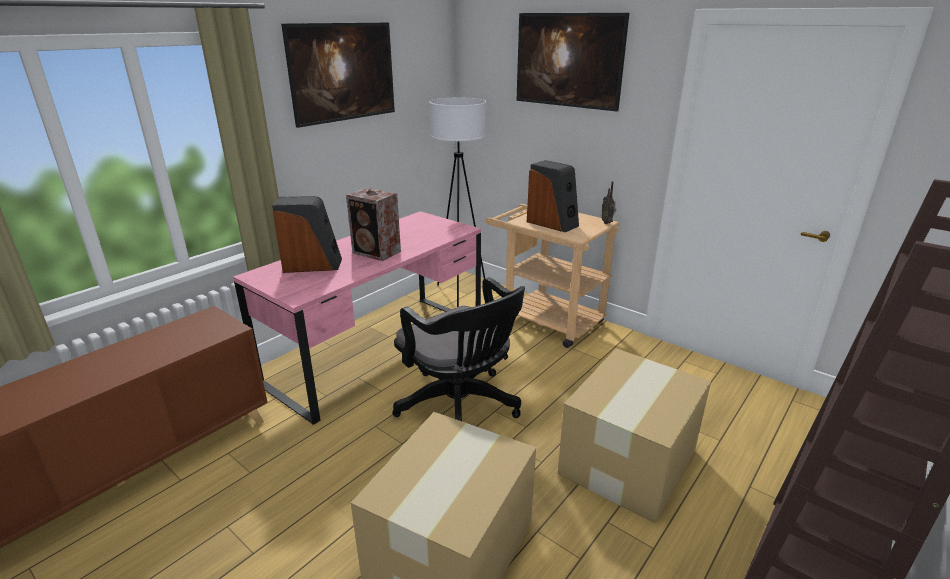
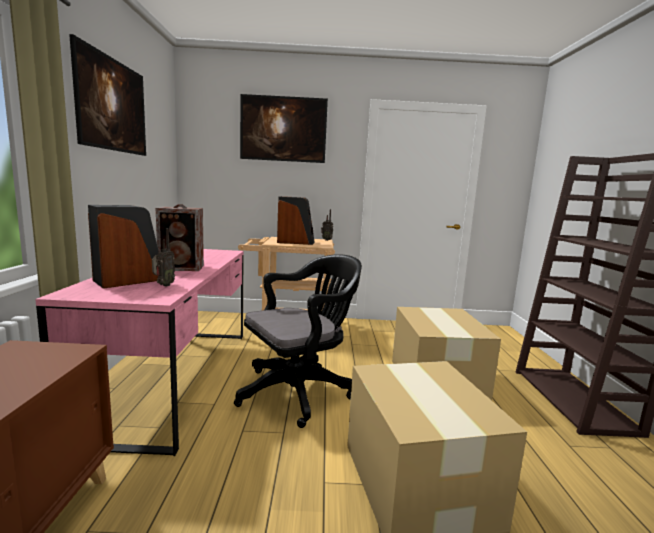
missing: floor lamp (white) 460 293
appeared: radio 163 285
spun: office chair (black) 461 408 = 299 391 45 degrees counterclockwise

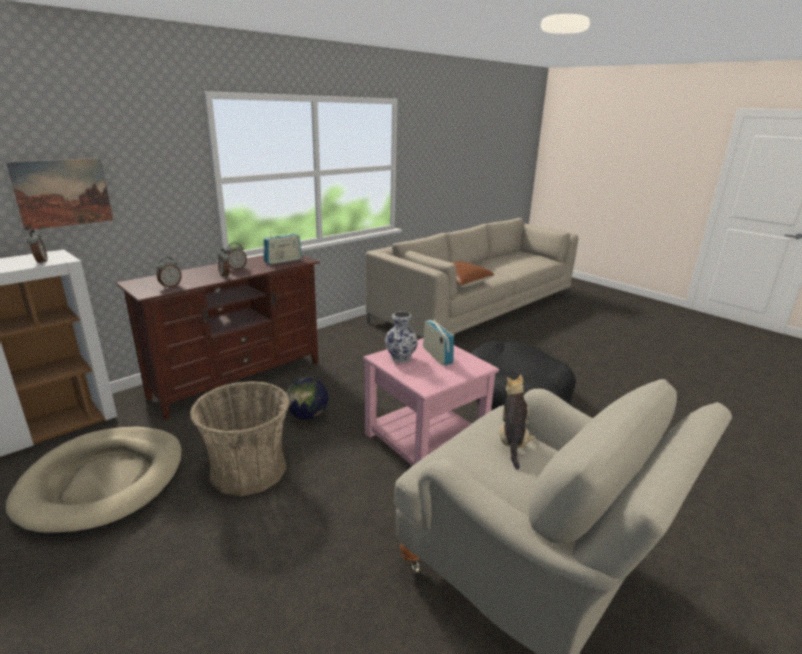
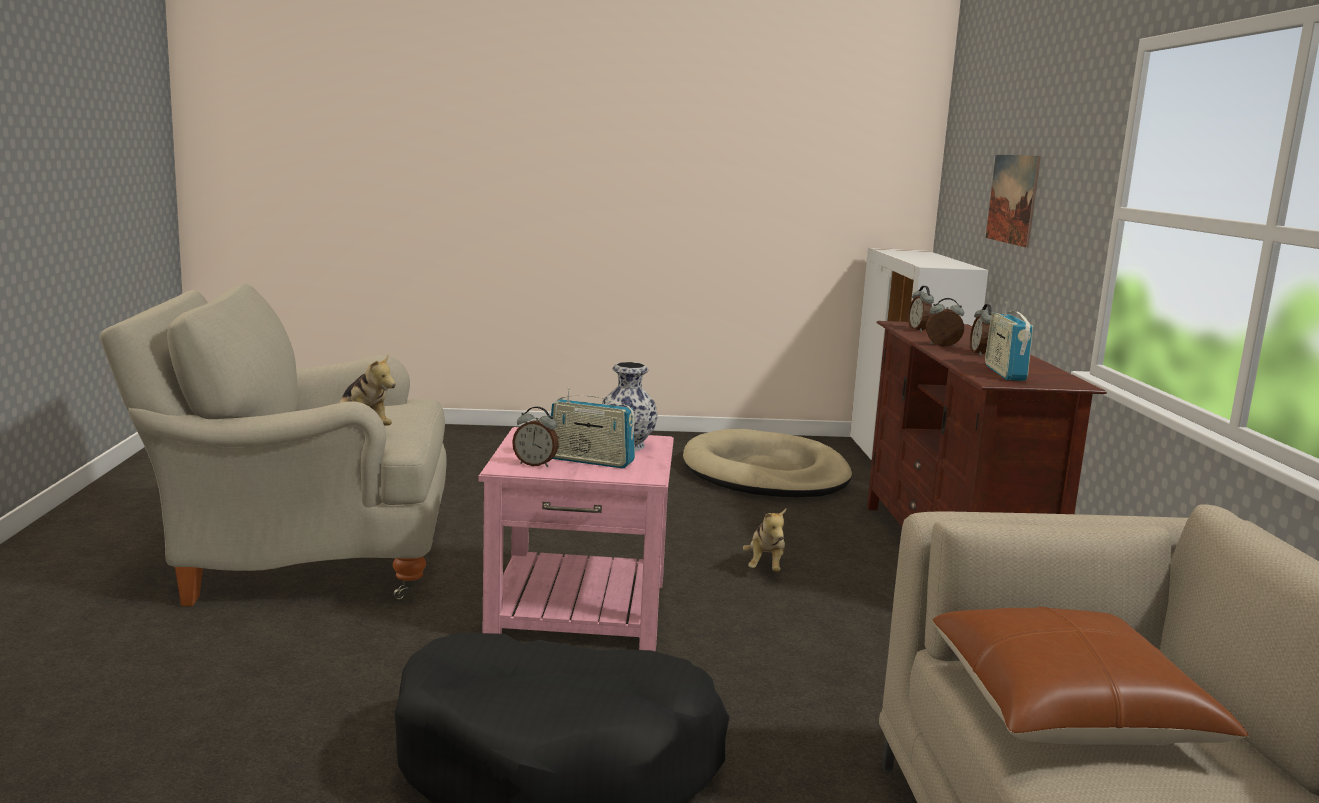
missing: basket 248 470
relocated: alarm clock 40 262 to 535 464
exchanged: globe 307 416 to plush toy 765 567

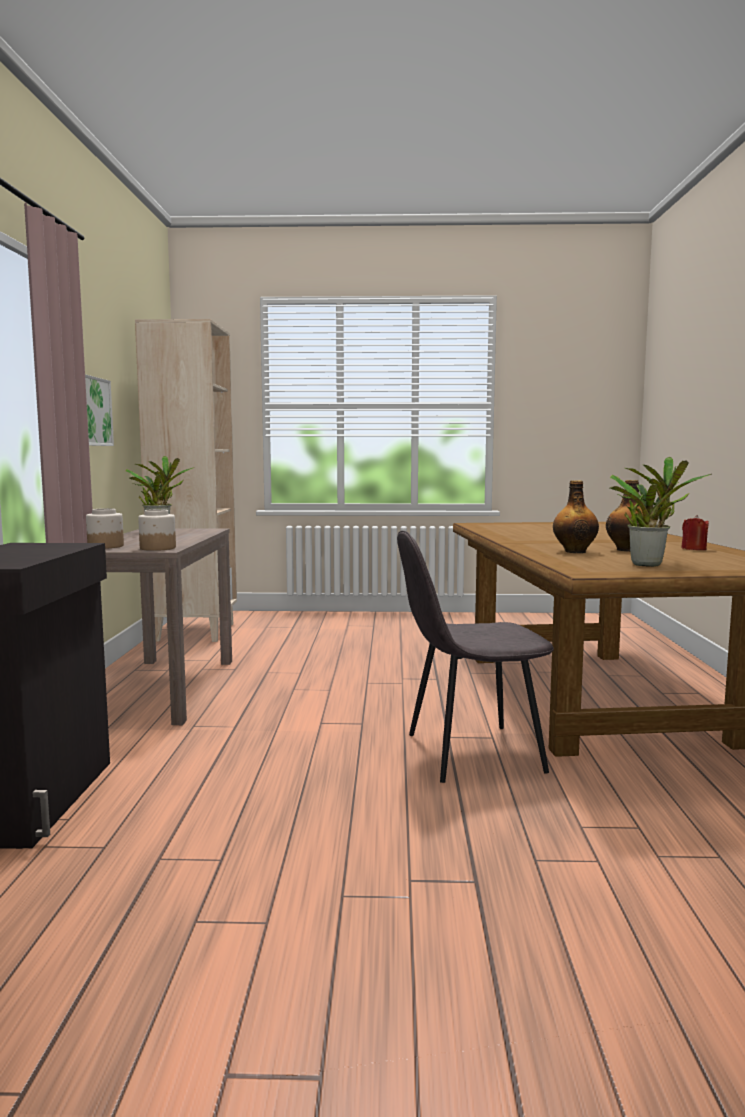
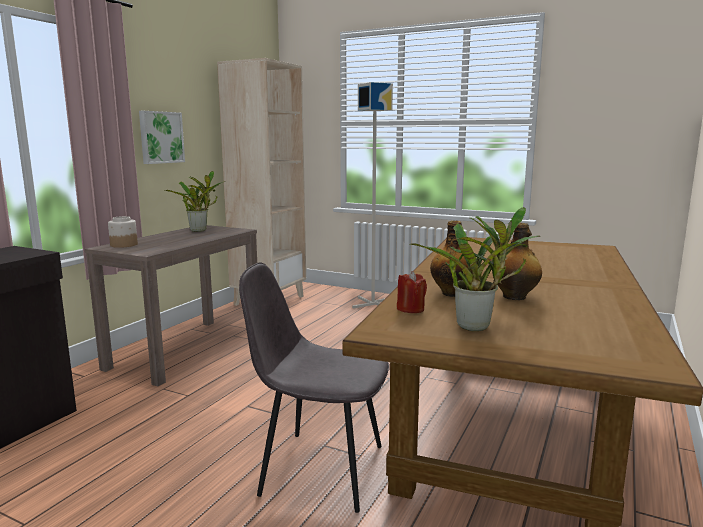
missing: jar 157 548
appeared: floor lamp (grey) 373 303
relocated: candle (red) 693 549 to 410 309

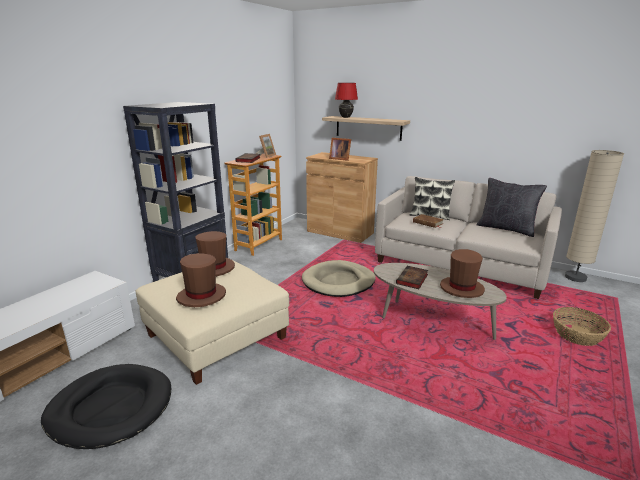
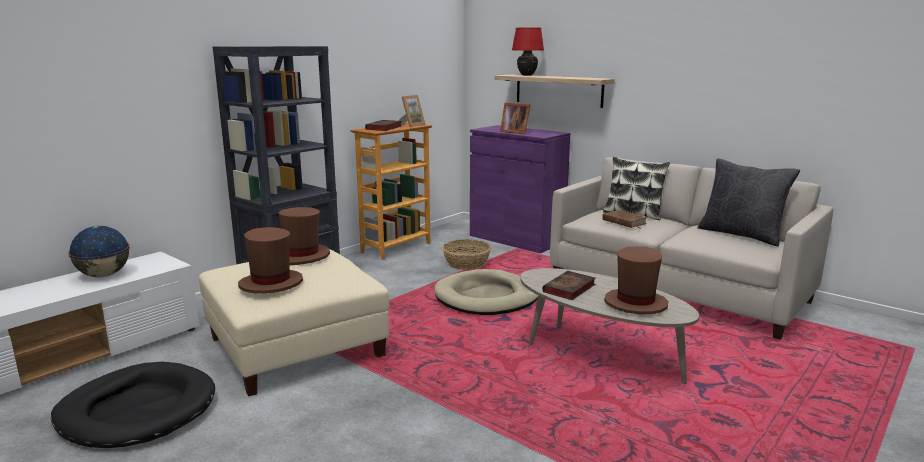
missing: floor lamp (beige) 575 277
appeared: globe 104 275
relocated: basket 577 335 to 466 263
colour: cabinet (brown) 340 232 to cabinet (purple) 516 239

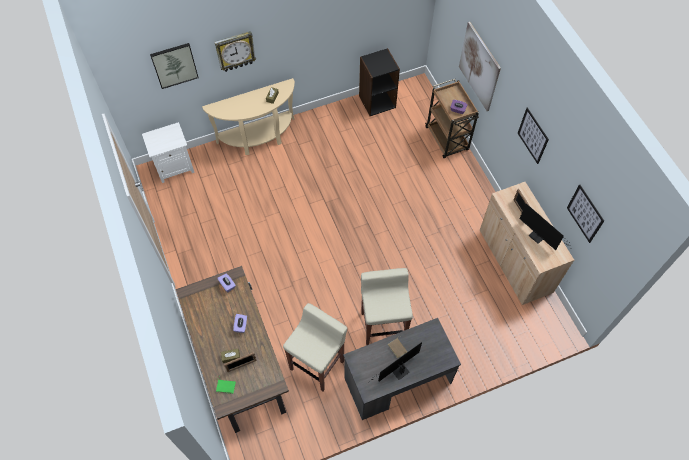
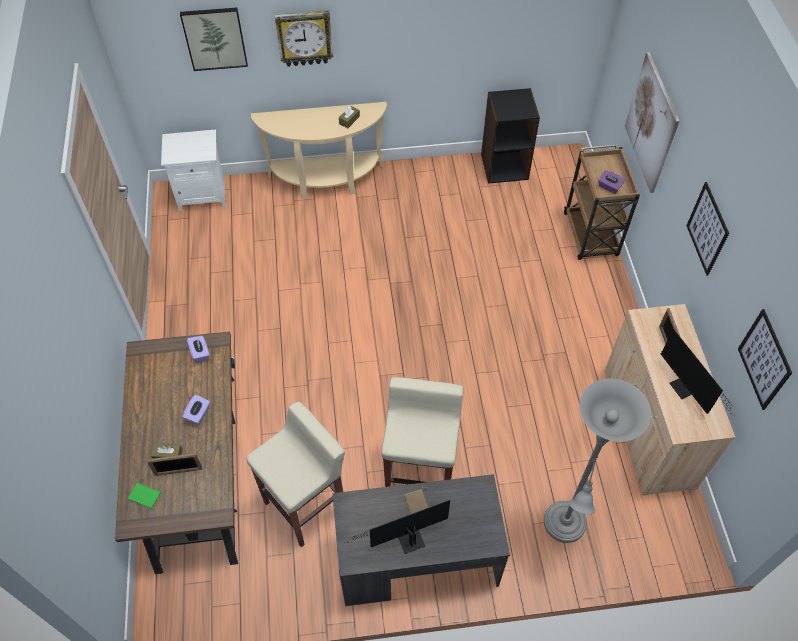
appeared: floor lamp (grey) 563 528

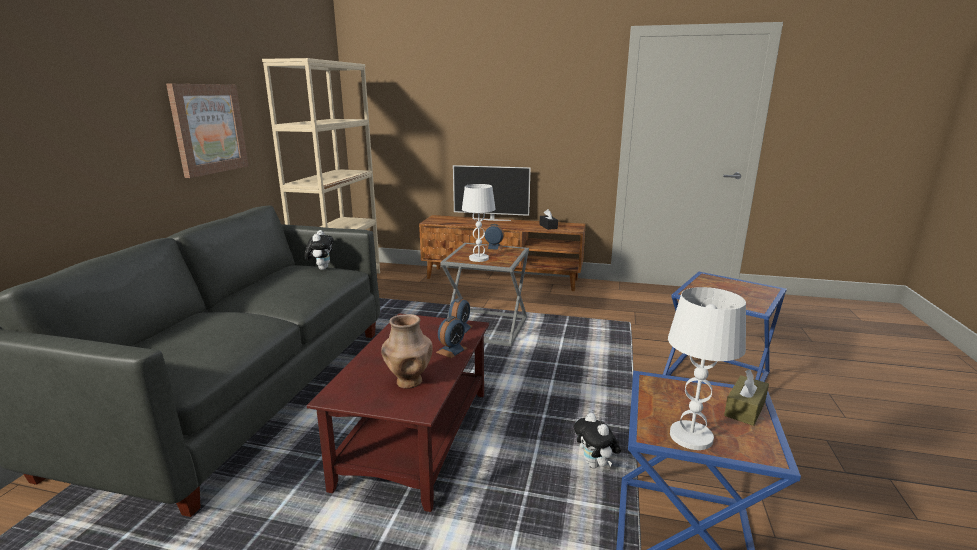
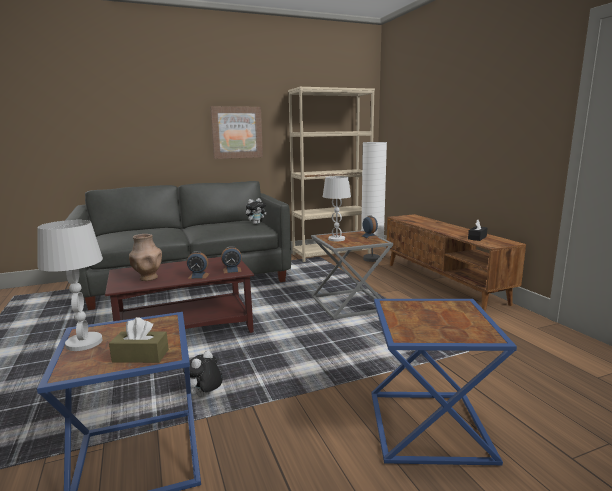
missing: television 491 219
appeared: floor lamp (white) 371 259

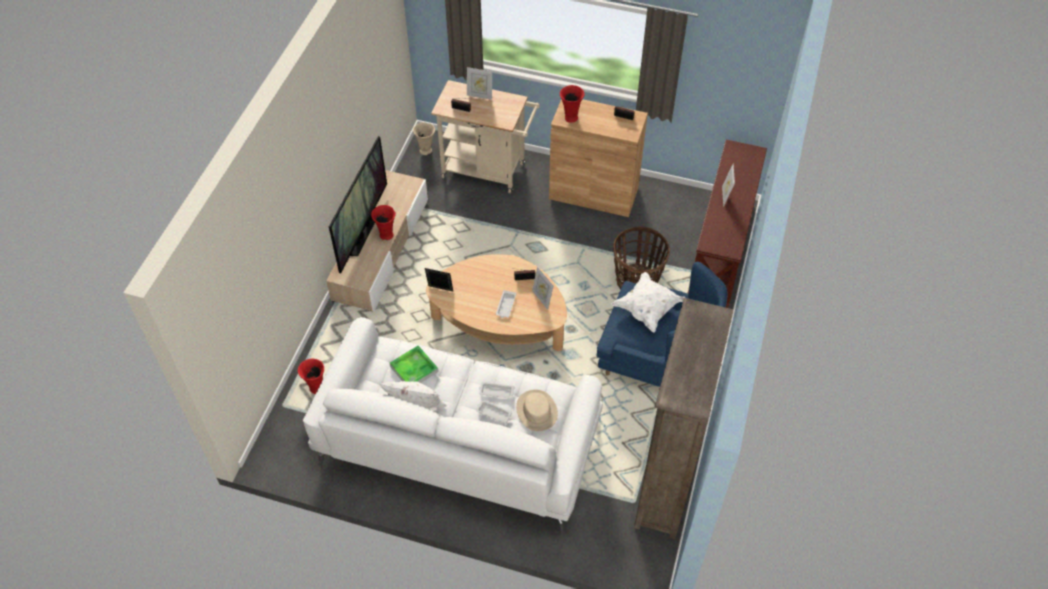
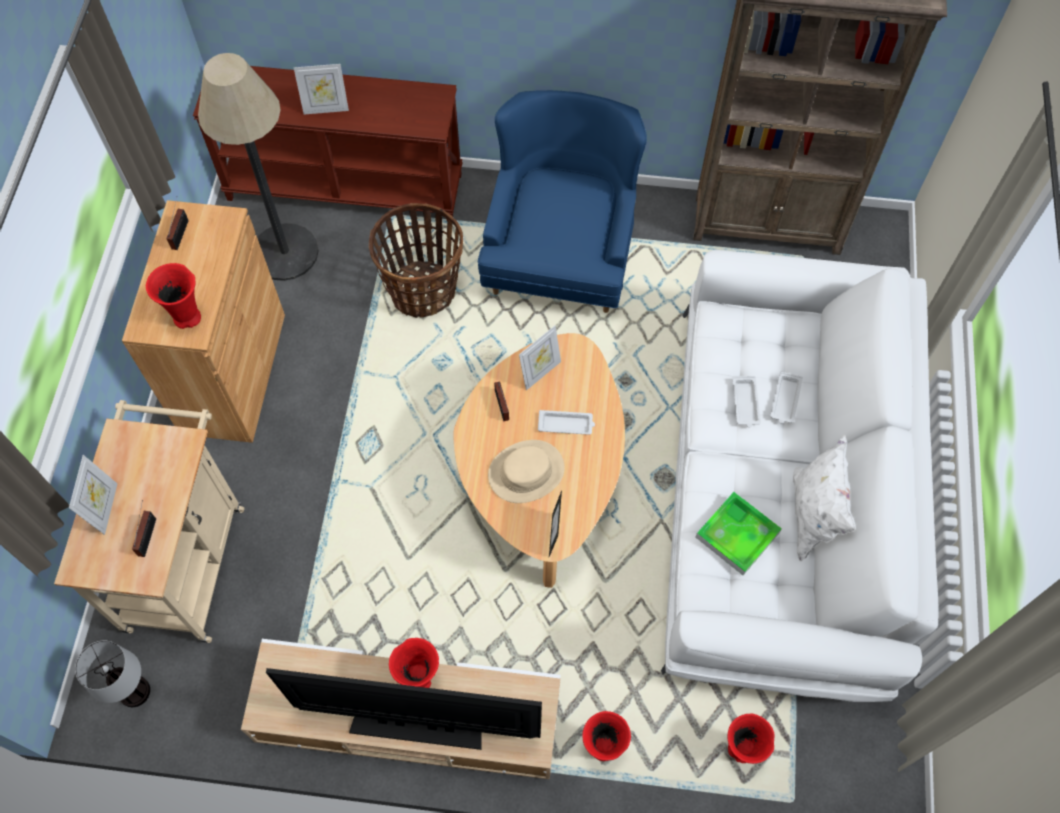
missing: pillow (white) 647 308
appeared: floor lamp 285 252; vase (red) 602 748
relocated: hat (beige) 537 411 to 526 472
exchanged: vase (beige) 426 151 to table lamp 134 691

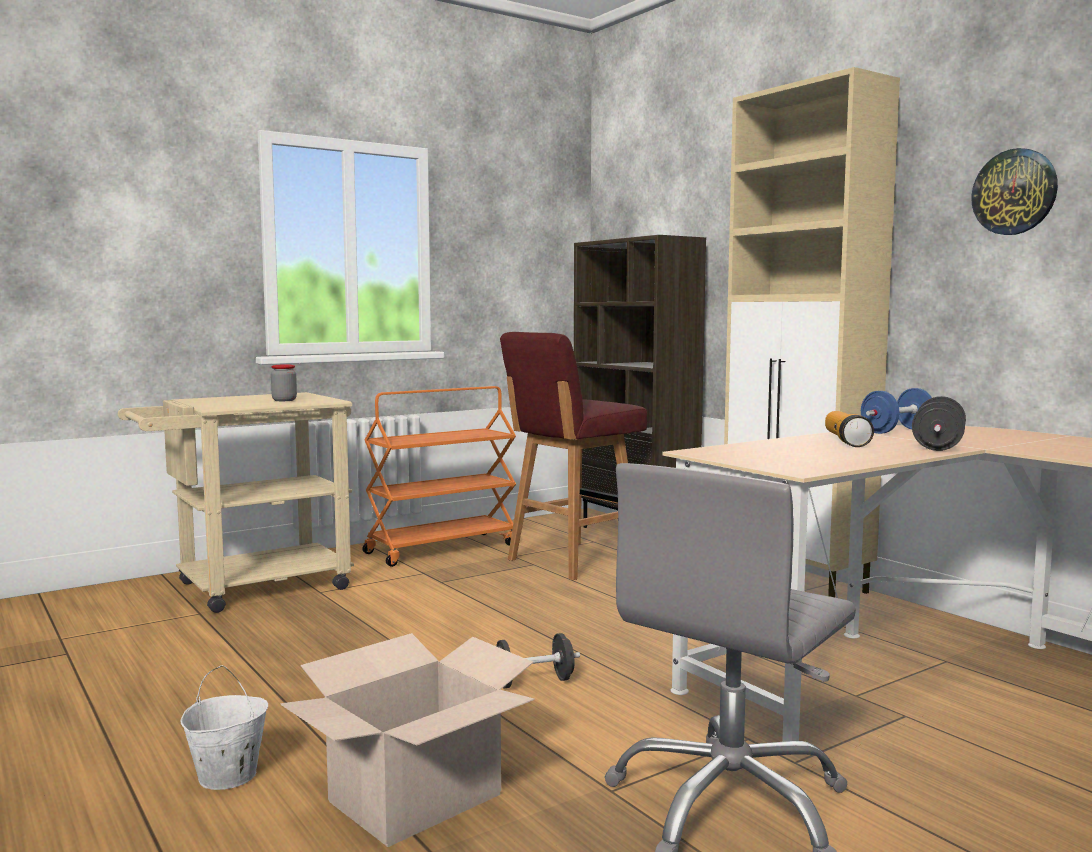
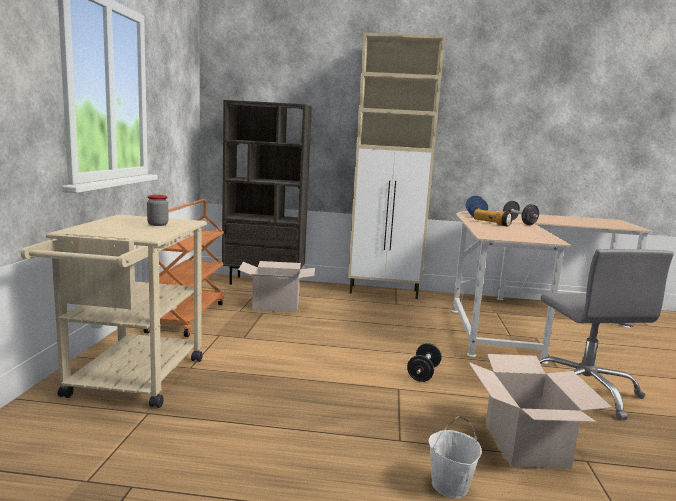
missing: wall clock 1014 192
exchanged: stool (red) 571 561 to cardboard box 276 306

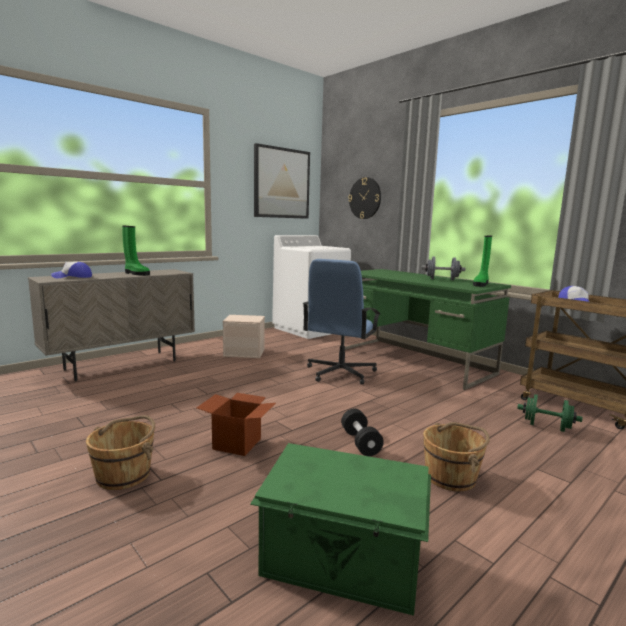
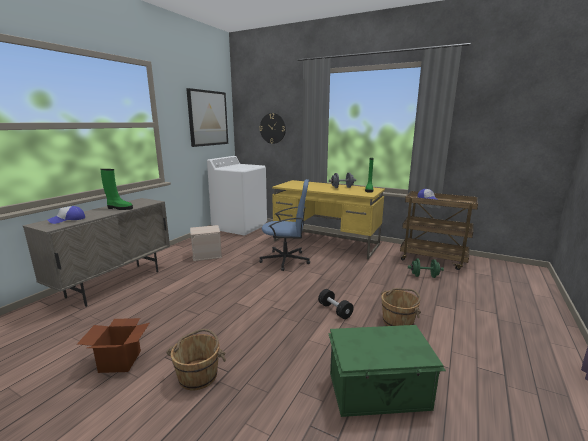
relocated: cardboard box 237 444 to 120 361
colour: desk (green) 414 361 to desk (yellow) 326 243
spun: office chair (blue) 340 373 = 286 260 90 degrees counterclockwise

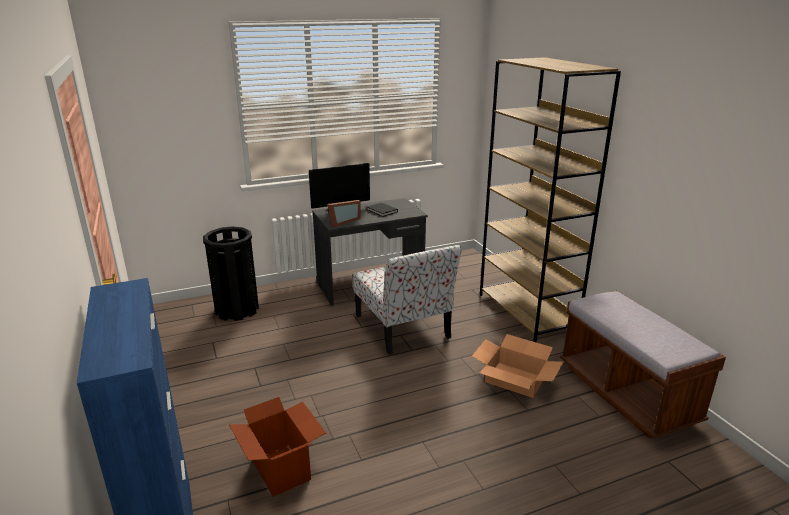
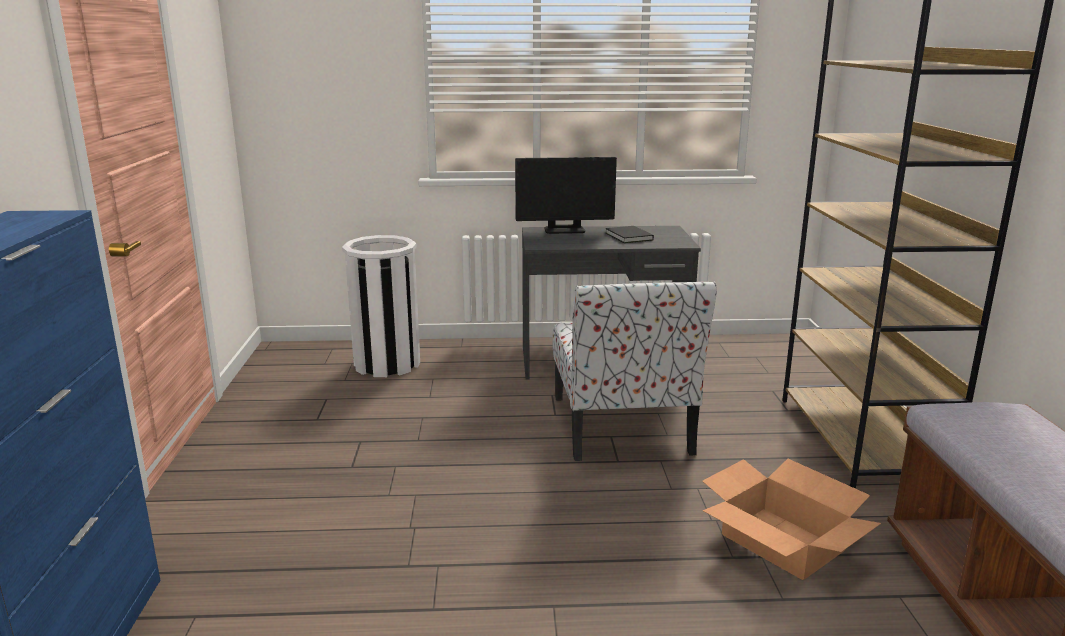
missing: picture frame 342 221; cardboard box 282 469
colour: trash can (black) 237 309 to trash can (white) 387 364

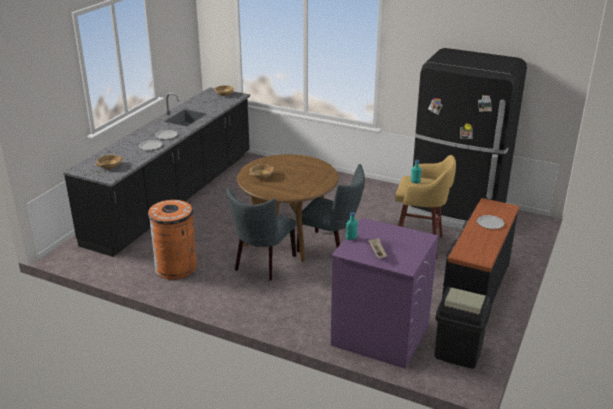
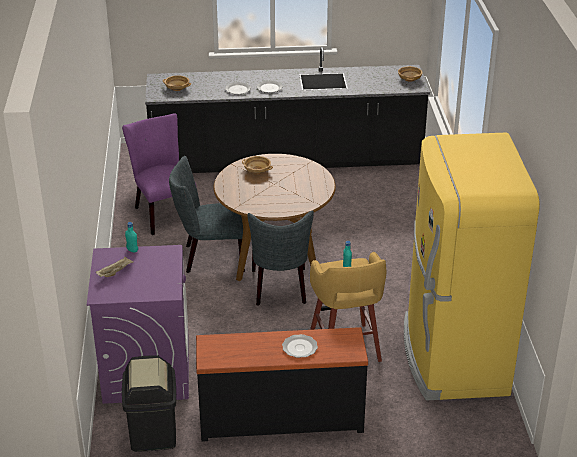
exchanged: trash can (orange) 176 267 to chair (purple) 163 213
colour: fridge (black) 456 212 to fridge (yellow) 453 357

